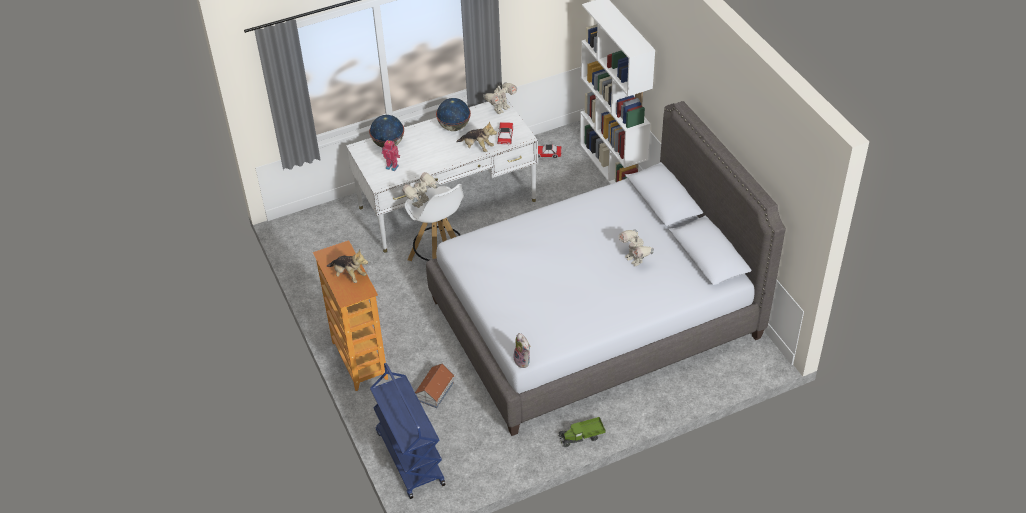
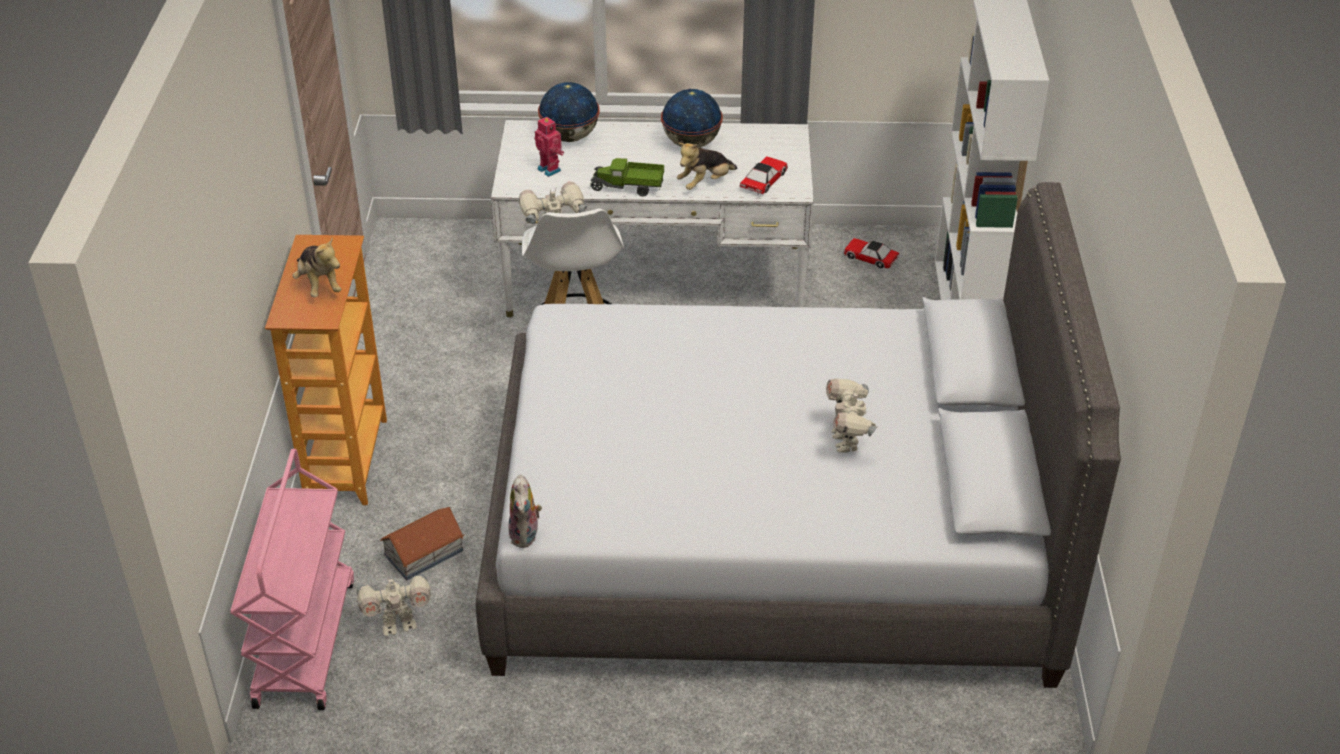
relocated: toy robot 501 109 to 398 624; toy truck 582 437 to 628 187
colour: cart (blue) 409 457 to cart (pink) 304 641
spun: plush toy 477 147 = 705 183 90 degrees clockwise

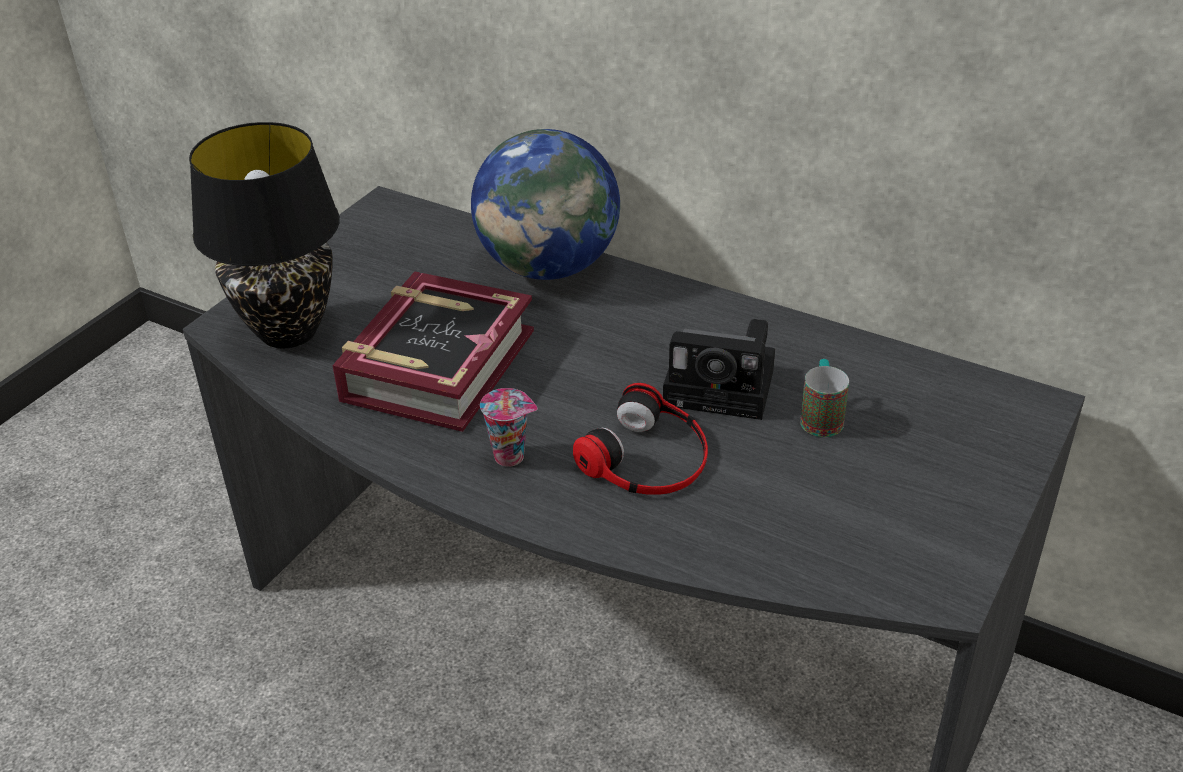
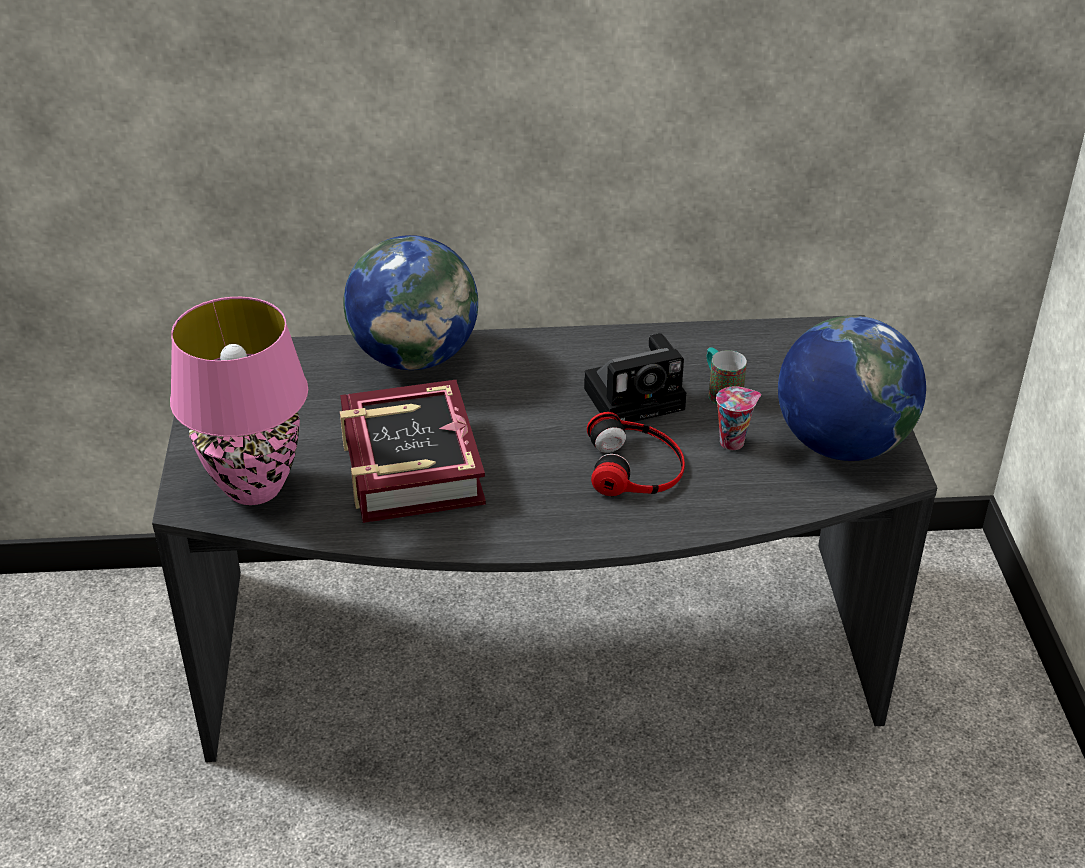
appeared: globe 841 444
relocated: cup 511 456 to 733 442
colour: table lamp (black) 290 332 to table lamp (pink) 255 487

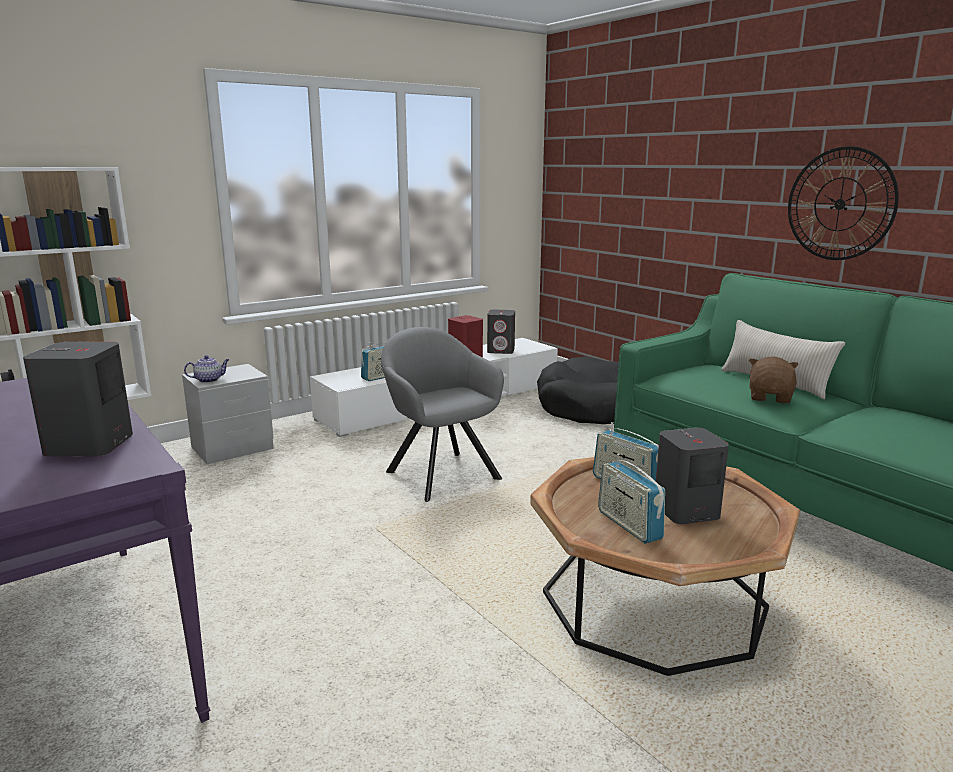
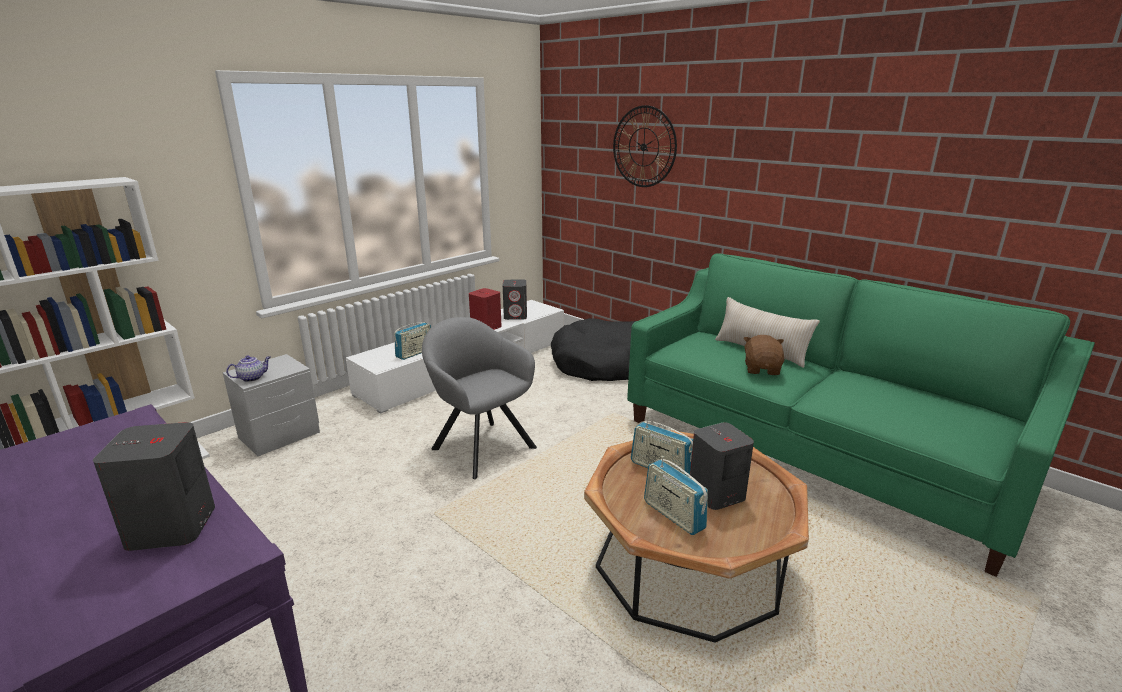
relocated: wall clock 840 204 to 644 147

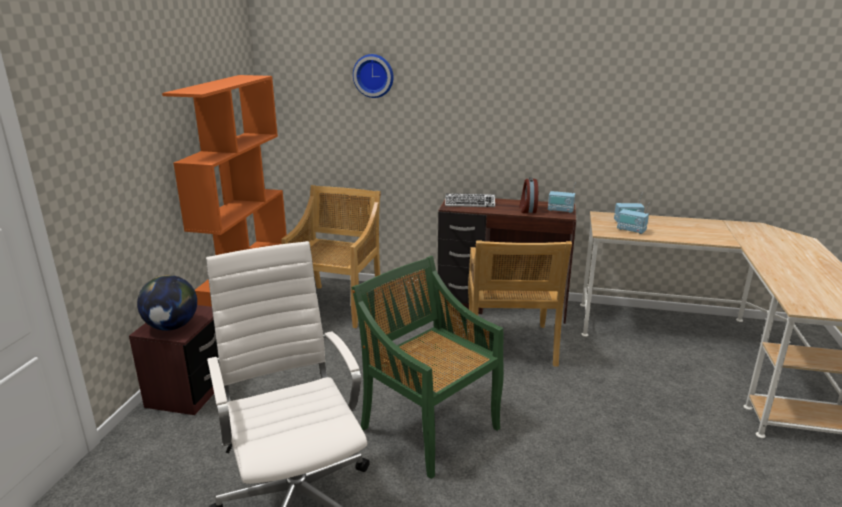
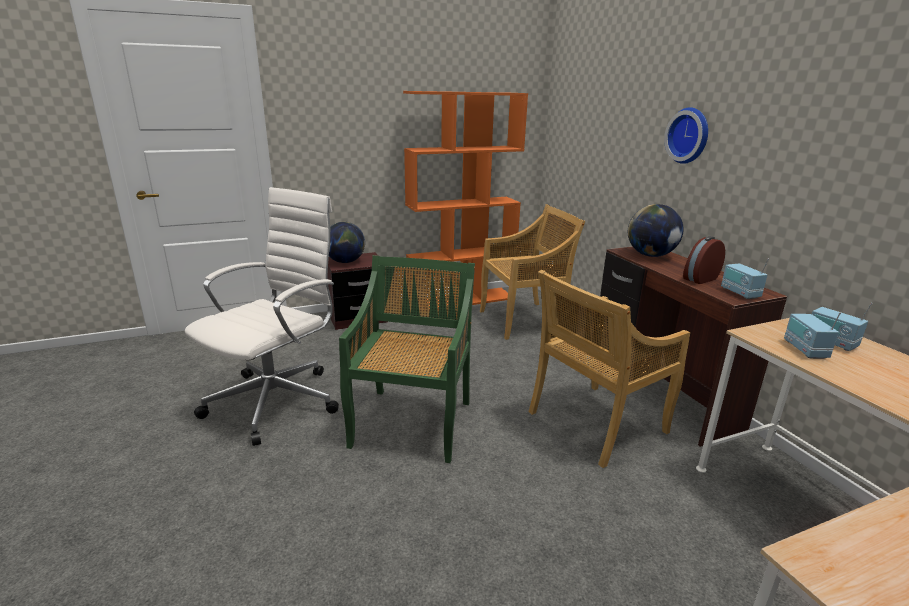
relocated: wall clock 374 75 to 689 135
exchanged: keyboard 469 204 to globe 650 255

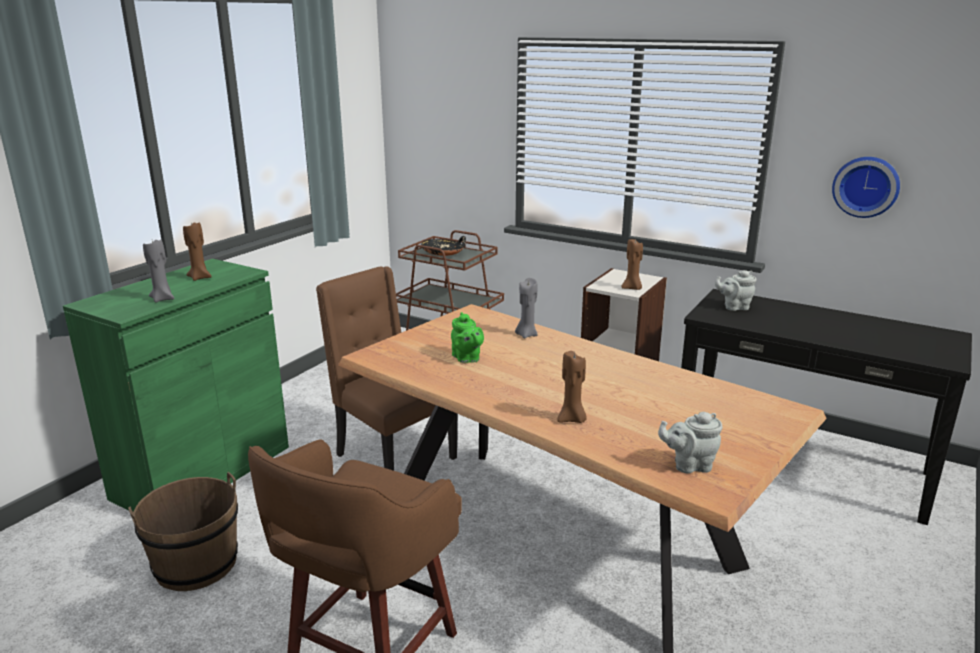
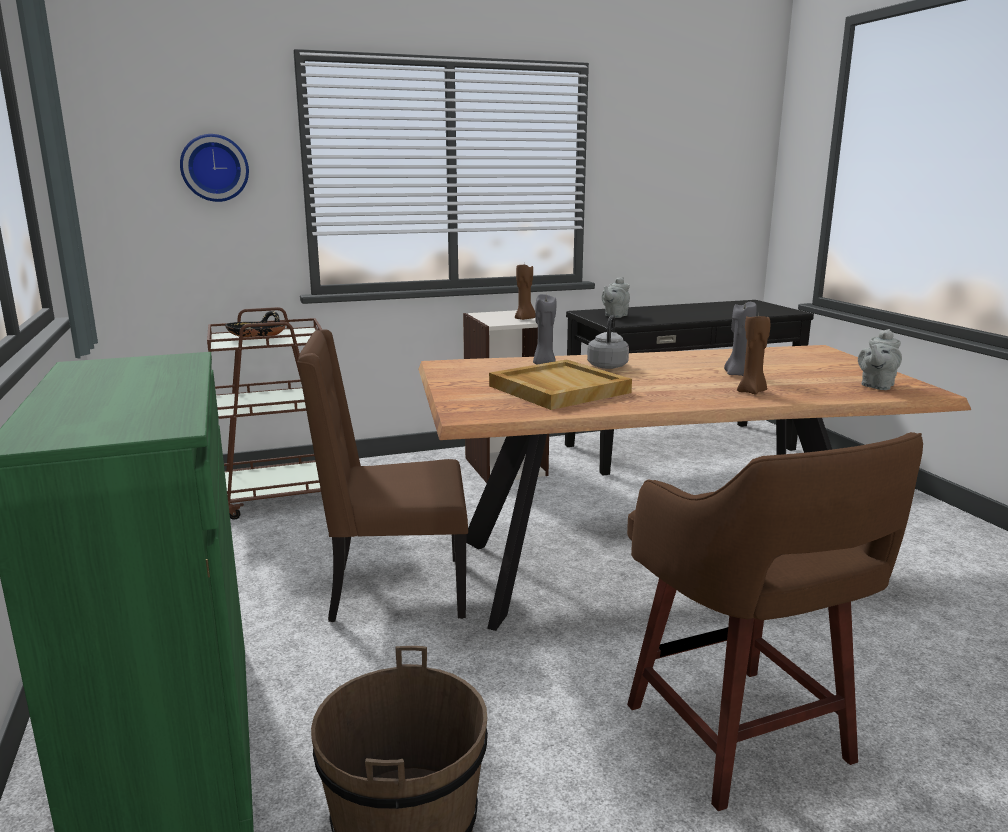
missing: candle (brown) 200 277
appeared: kettle (grey) 608 365
relocated: wall clock 866 186 to 214 168; candle (grey) 163 299 to 737 374
exchanged: teapot (green) 466 358 to tray (beige) 557 389

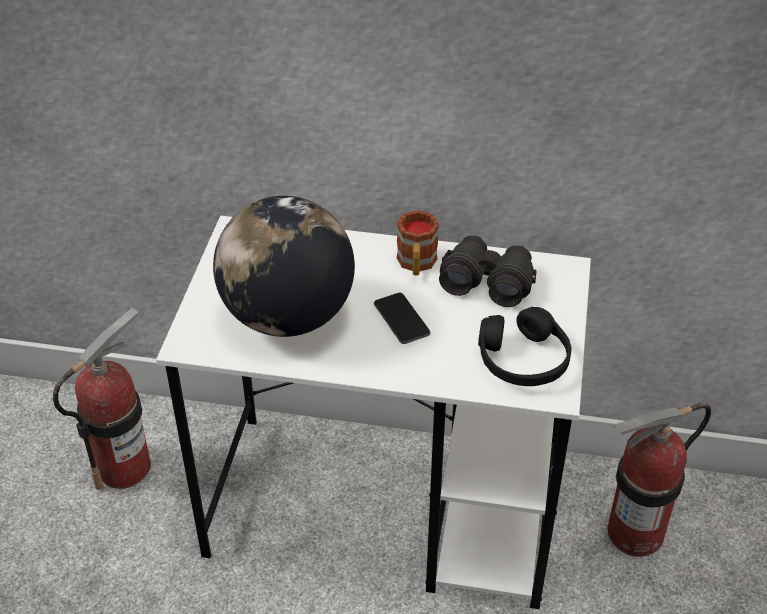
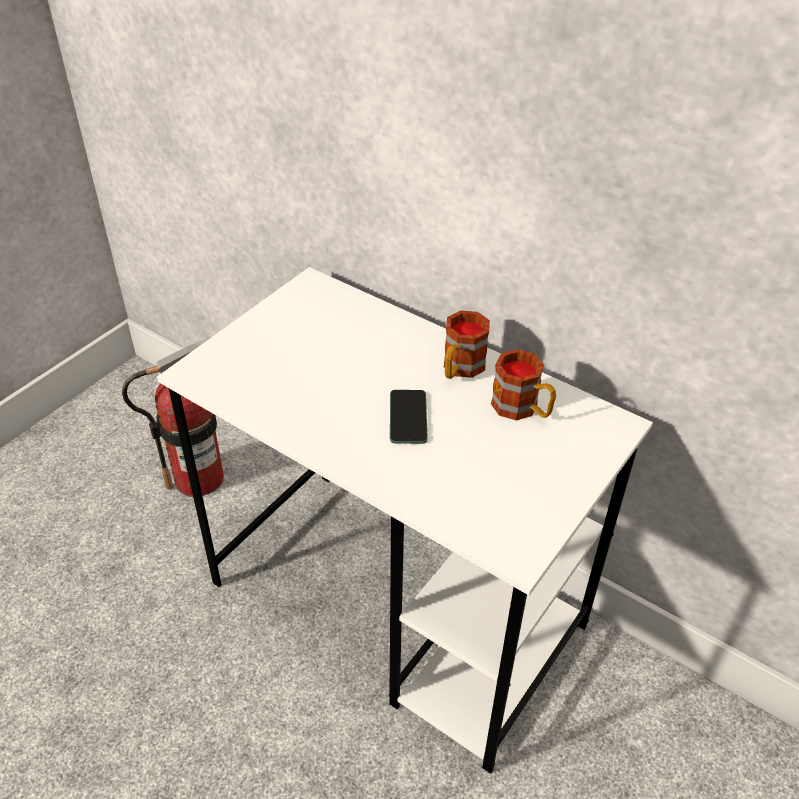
missing: globe 287 316; headphones (black) 523 360; fire extinguisher 635 533
exchanged: binoculars (black) 487 281 to mug 522 409

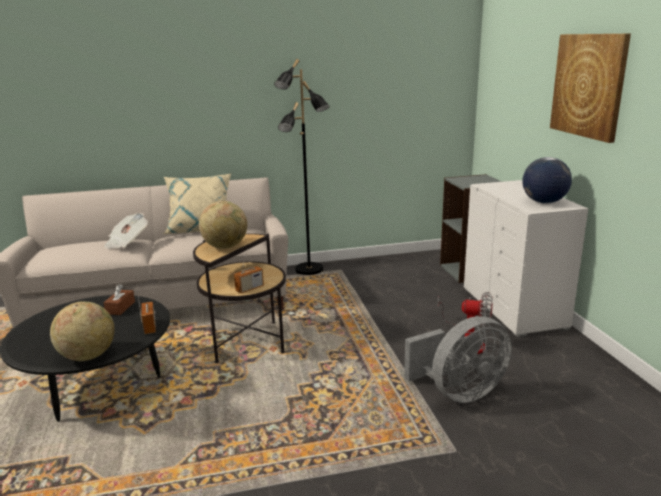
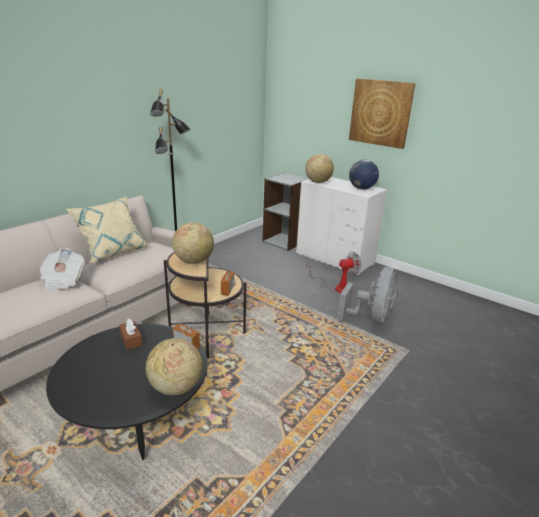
appeared: globe 318 182

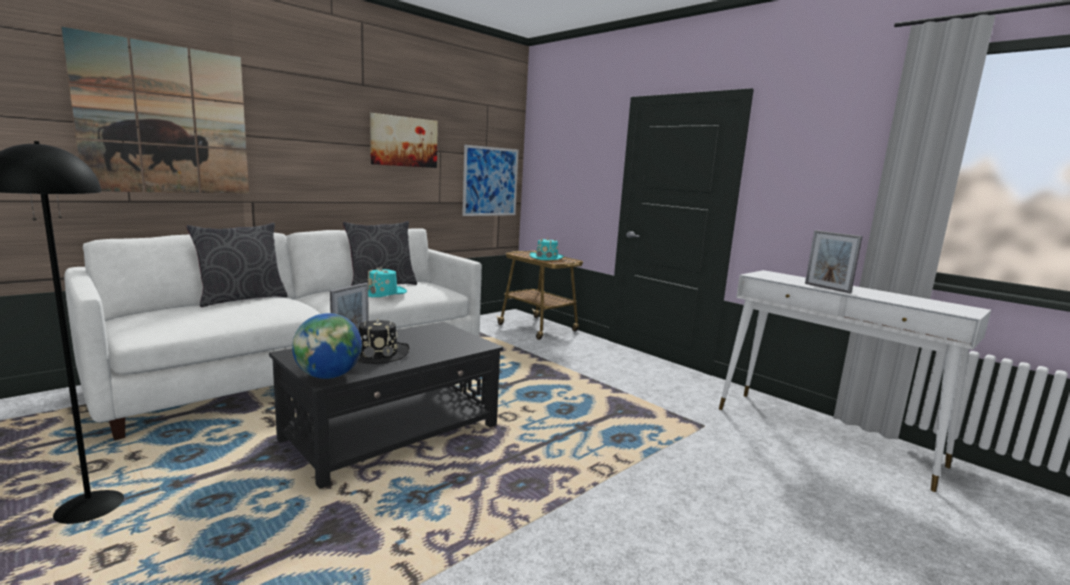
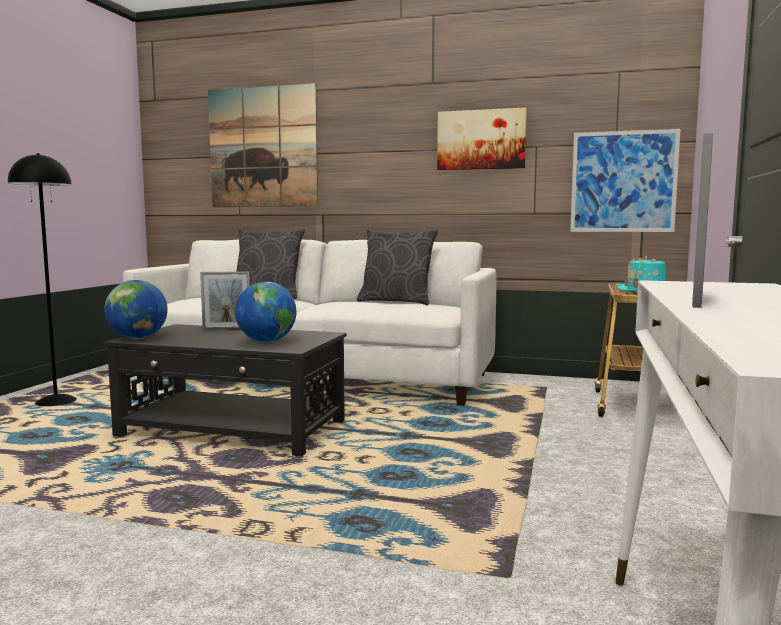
missing: hat (turquoise) 383 293; hat (black) 378 353
appeared: globe 266 341

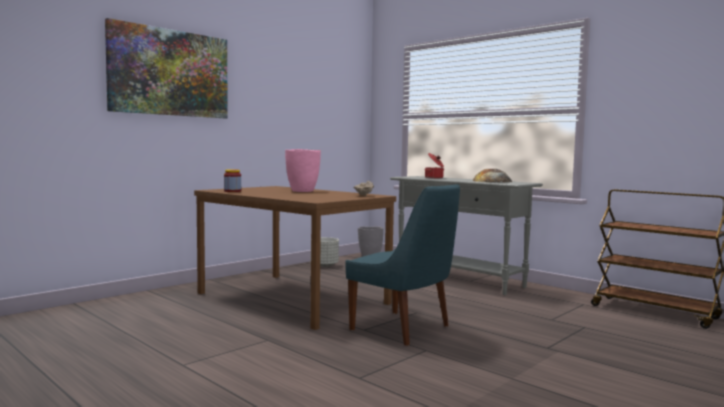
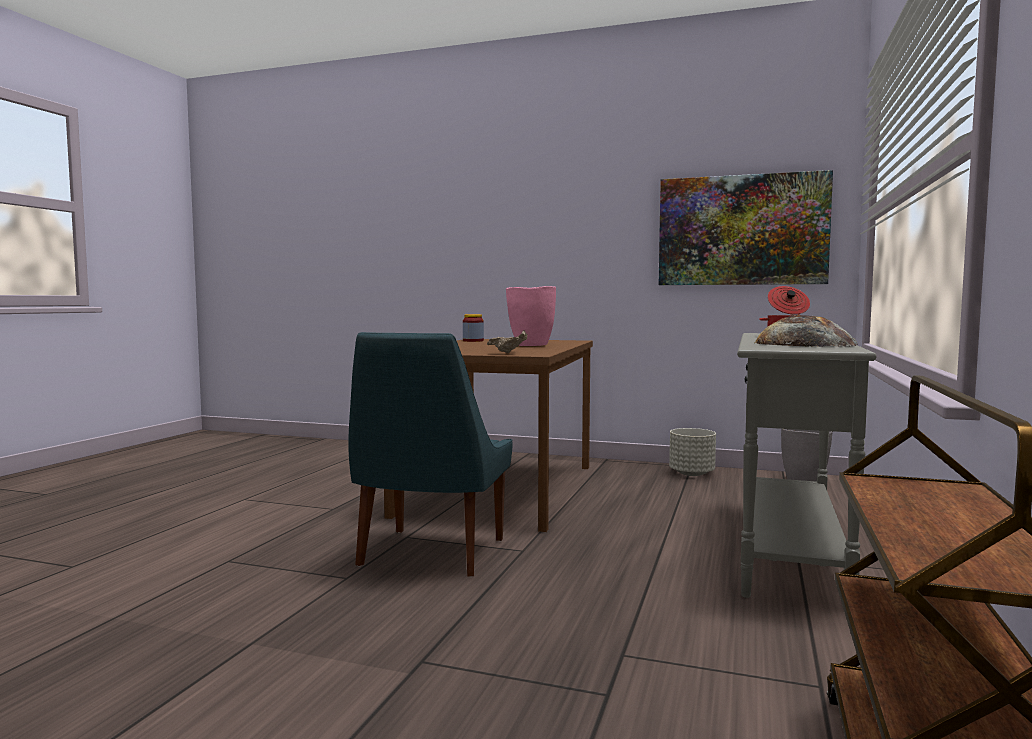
relocated: picture 170 73 to 742 230

